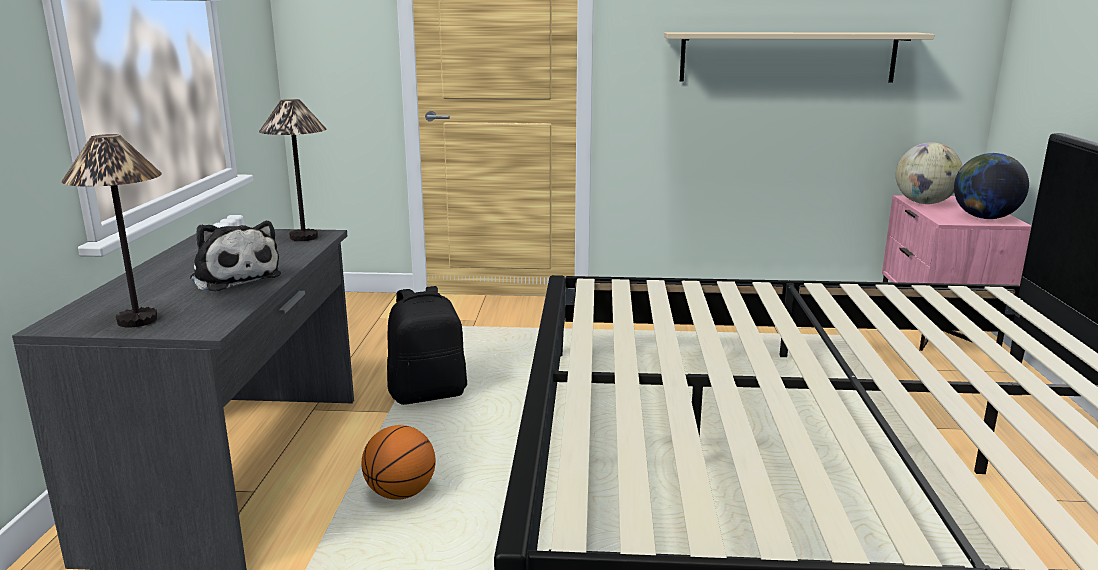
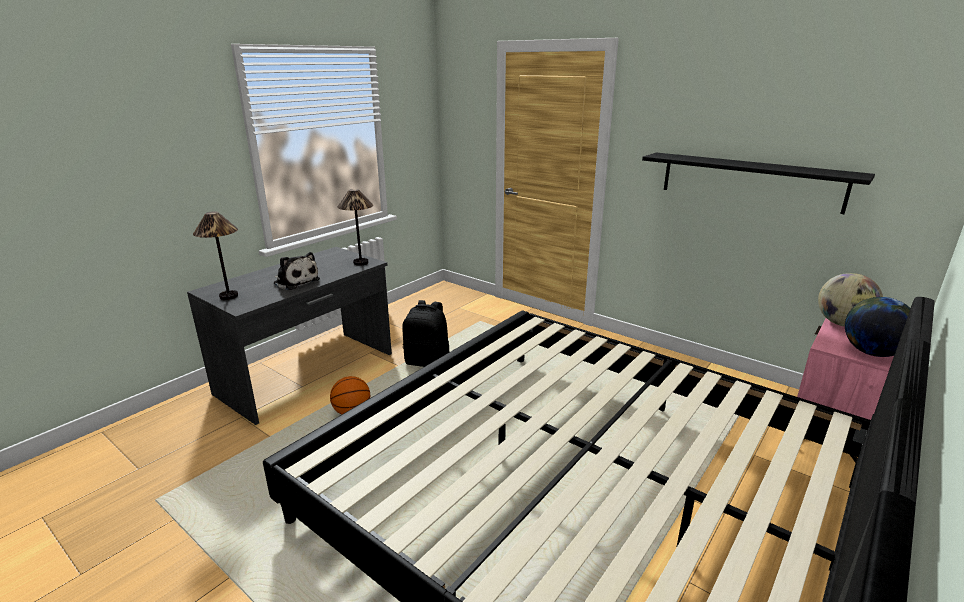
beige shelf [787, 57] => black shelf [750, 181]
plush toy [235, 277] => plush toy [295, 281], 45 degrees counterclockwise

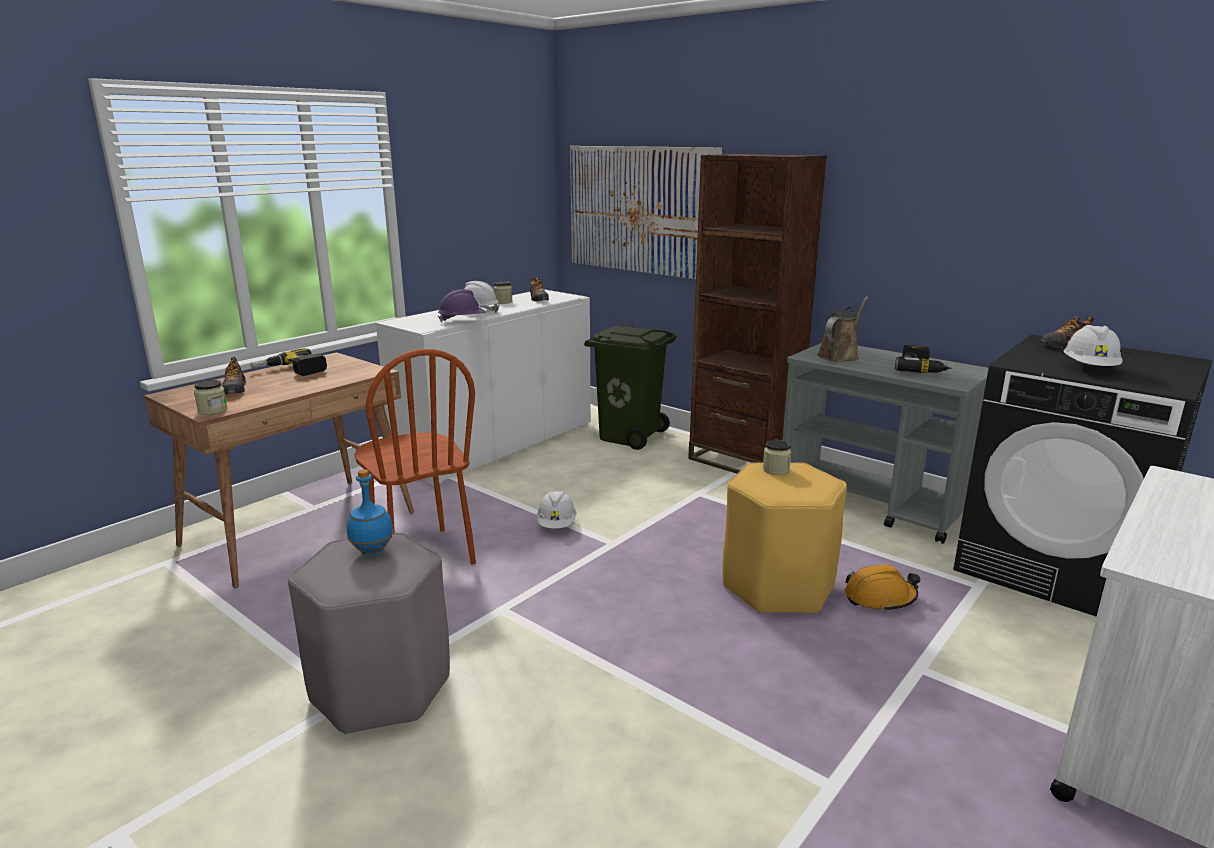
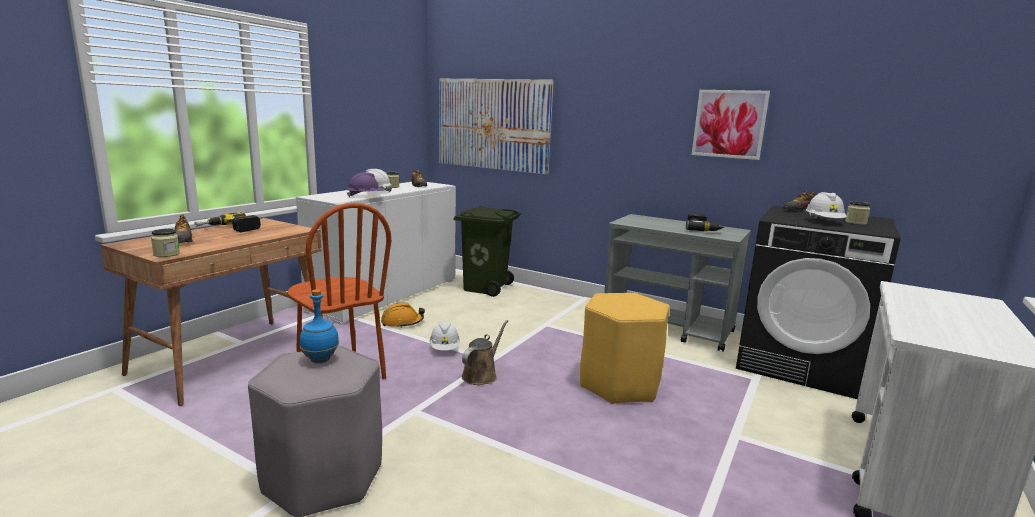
brown bookcase [743, 461] => nothing
nothing => picture [729, 124]
jar [776, 470] => jar [855, 222], moved
brown watering can [840, 355] => brown watering can [481, 375], moved
orange hard hat [880, 598] => orange hard hat [402, 322], moved

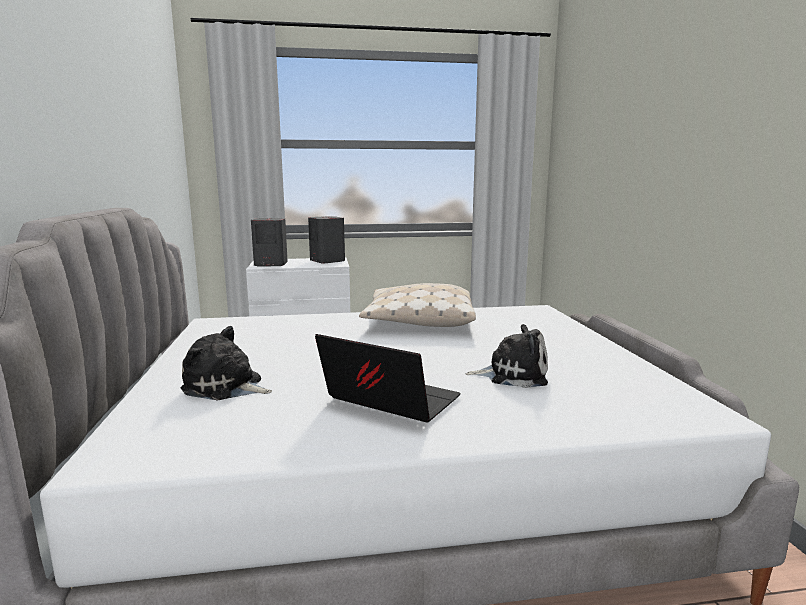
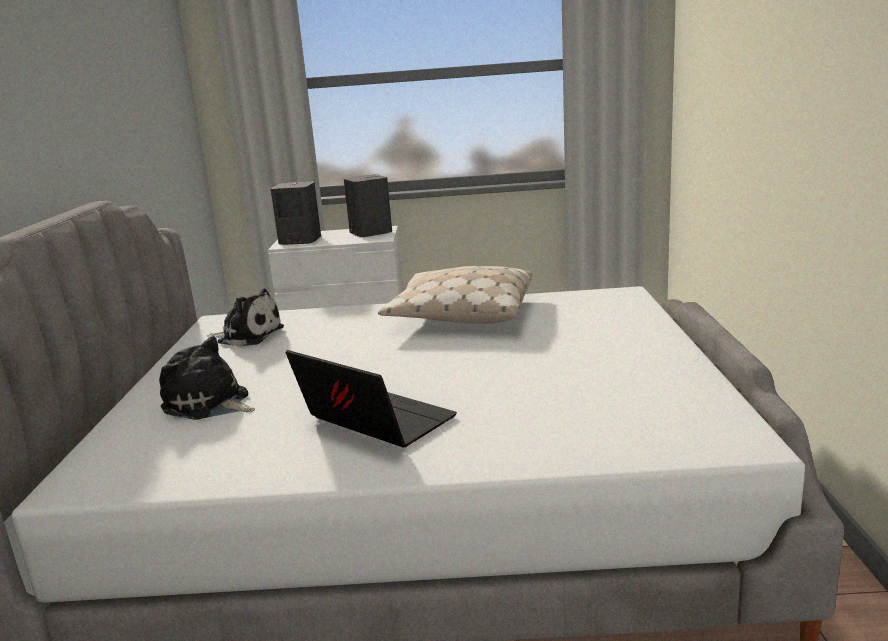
plush toy [513, 374] => plush toy [248, 335], moved

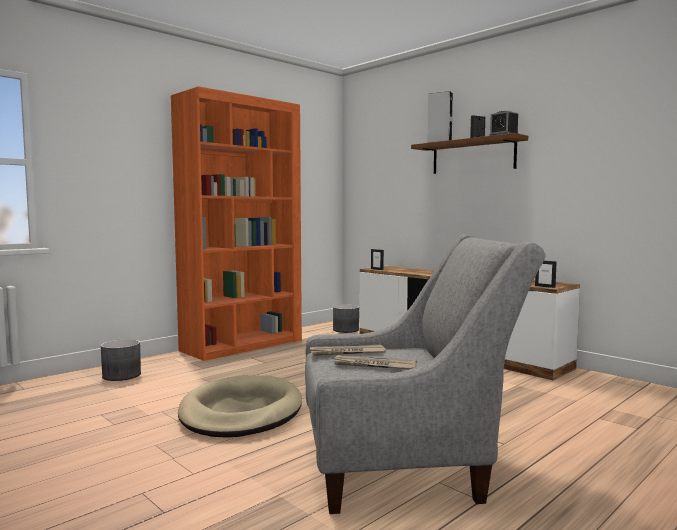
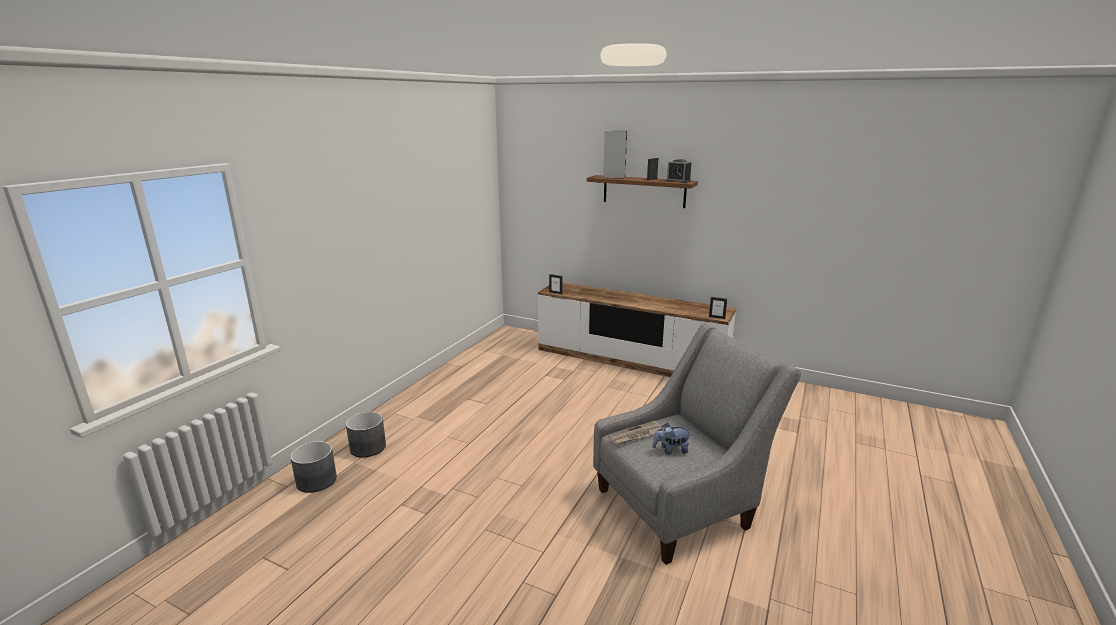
orange bookcase [243, 345] => nothing
beige dog bed [241, 412] => nothing
grey planter [346, 330] => grey planter [317, 480], moved
newspaper [374, 365] => plush toy [670, 450]

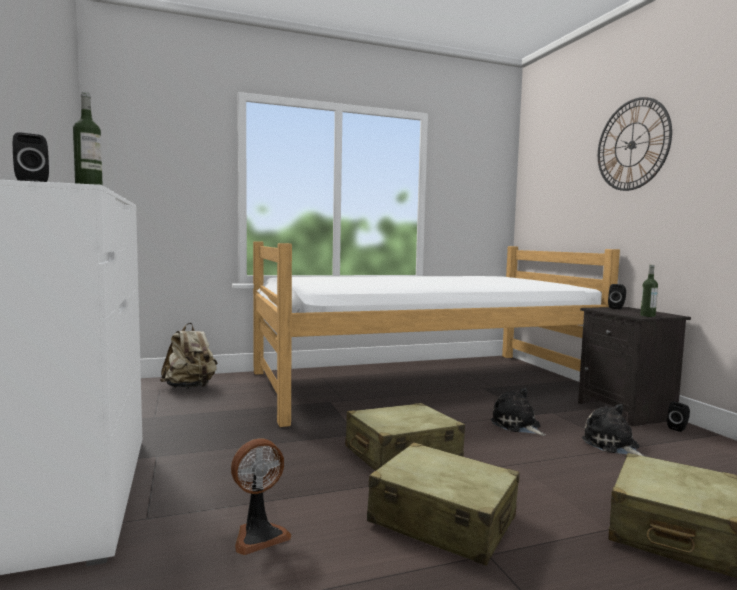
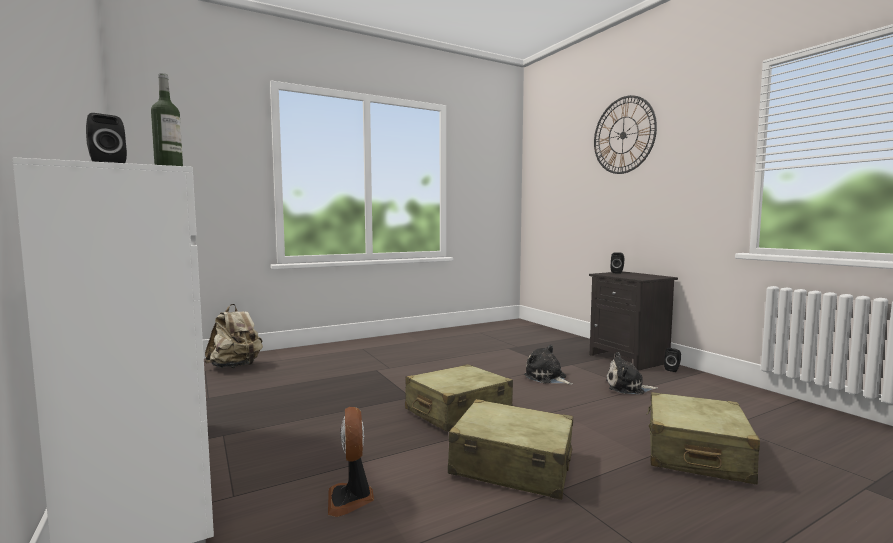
bed [423, 383] => nothing
bottle [647, 316] => nothing
fan [259, 535] => fan [351, 499], 120 degrees clockwise
plush toy [612, 445] => plush toy [627, 387], 45 degrees counterclockwise

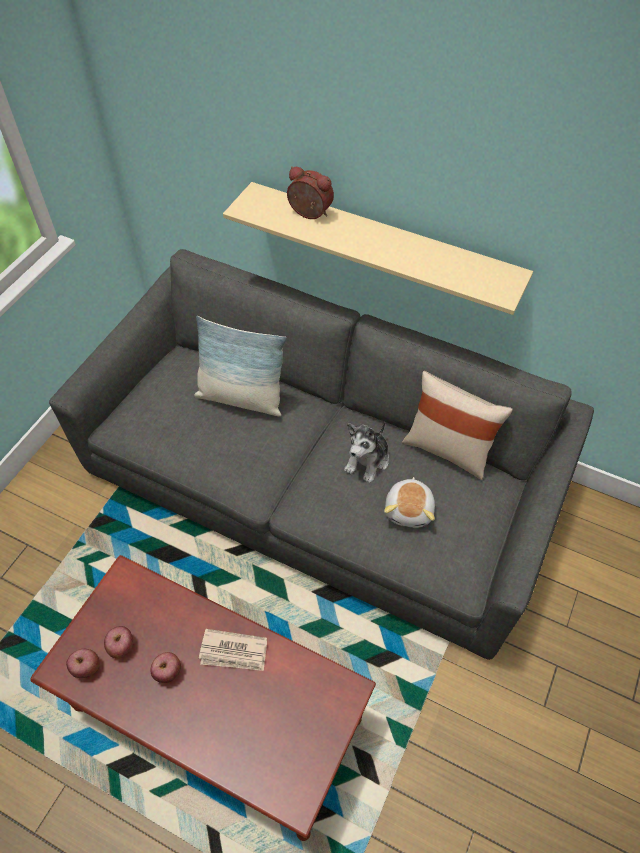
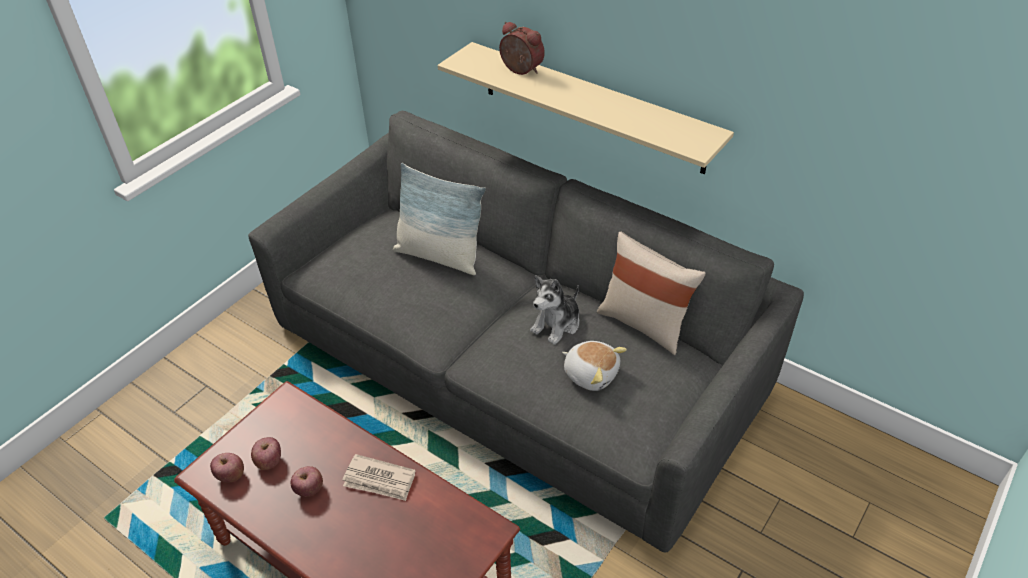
plush toy [410, 510] => plush toy [591, 373], 75 degrees counterclockwise

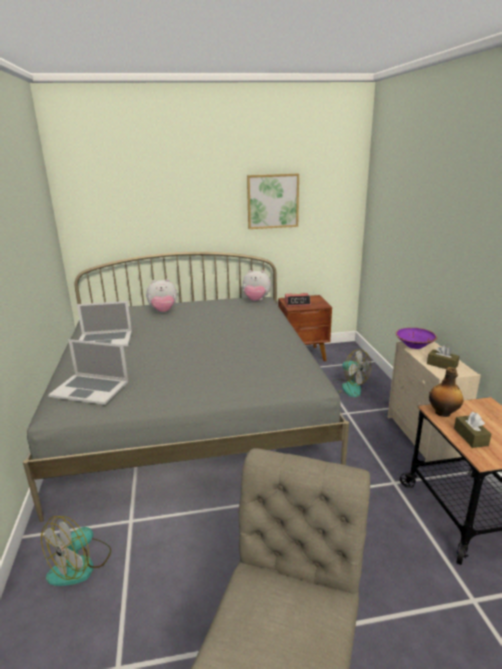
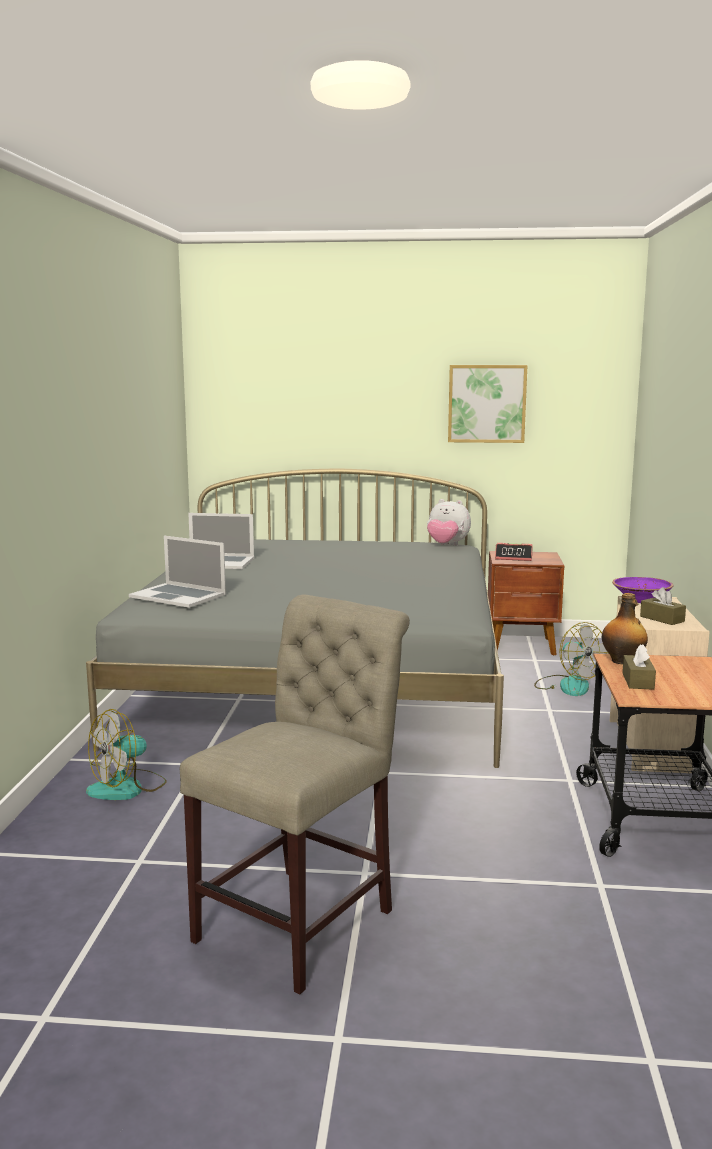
plush toy [163, 311] => nothing

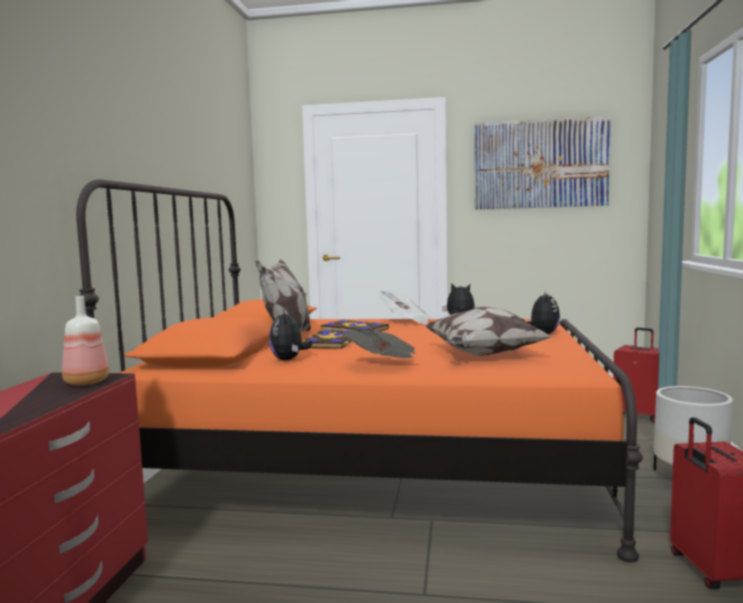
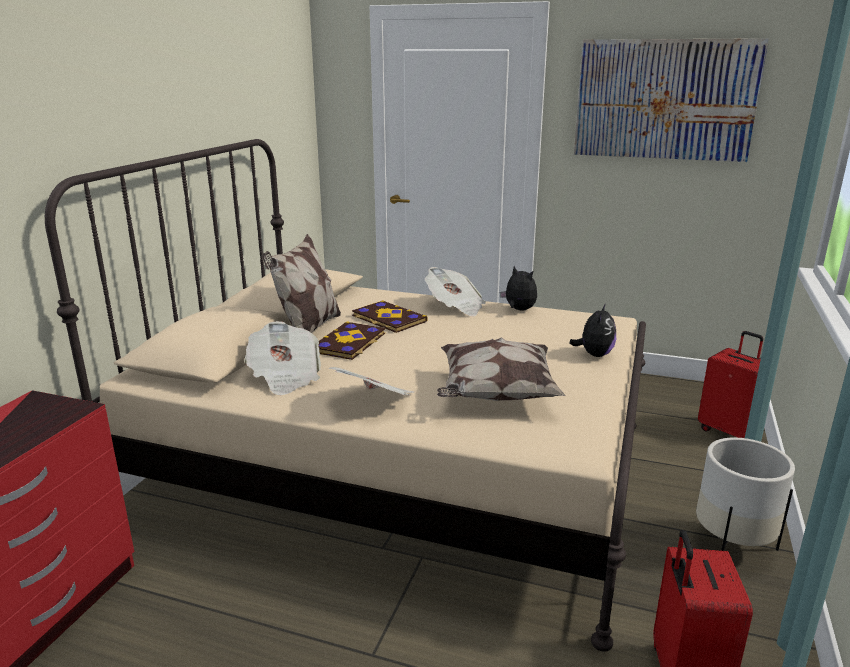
bottle [85, 382] => nothing
plush toy [289, 359] => newspaper [285, 377]
orange bed [377, 464] => beige bed [399, 469]

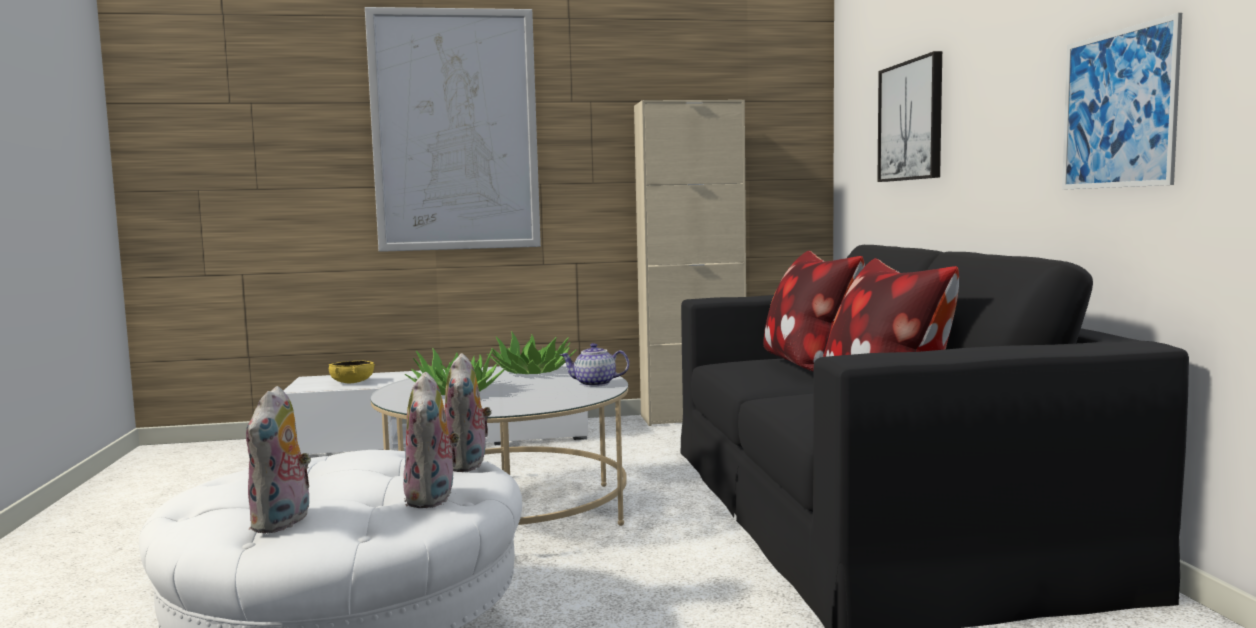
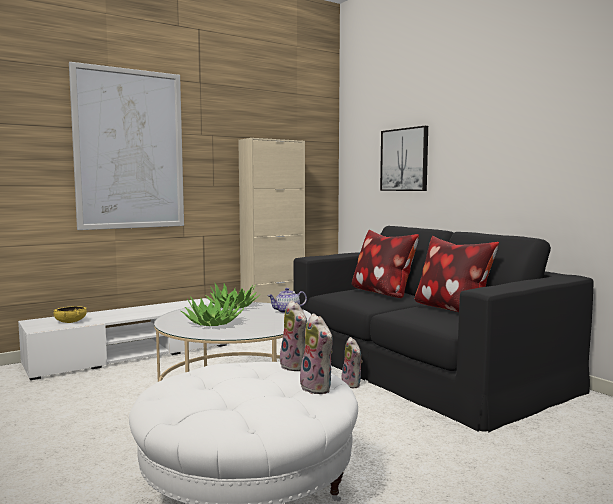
picture [1118, 109] => nothing
plush toy [283, 522] => plush toy [353, 384], moved

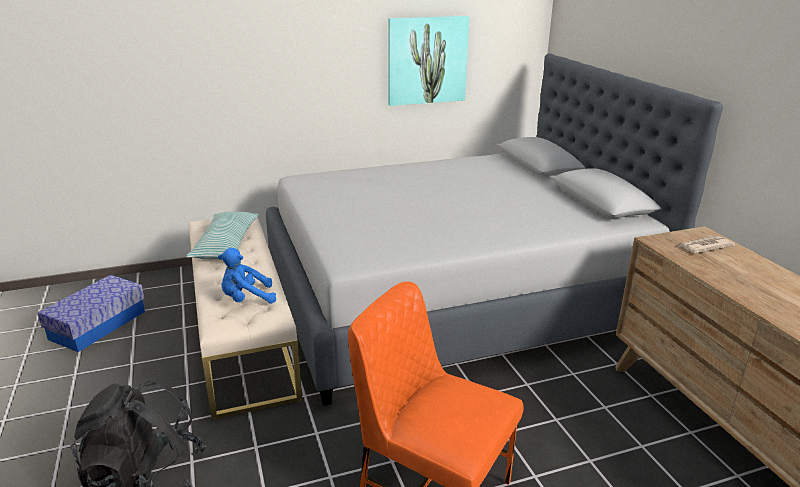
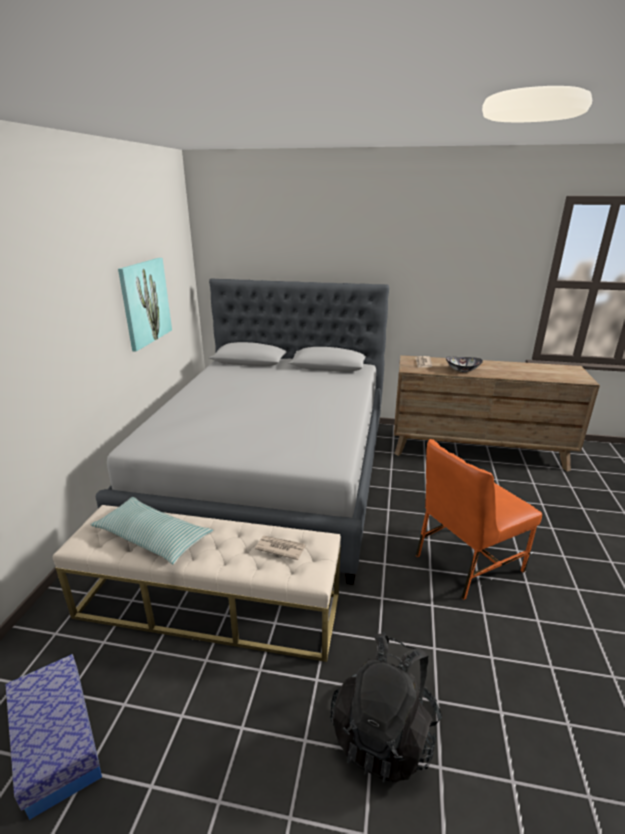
nothing => bowl [462, 370]
blue plush toy [246, 299] => newspaper [280, 548]

